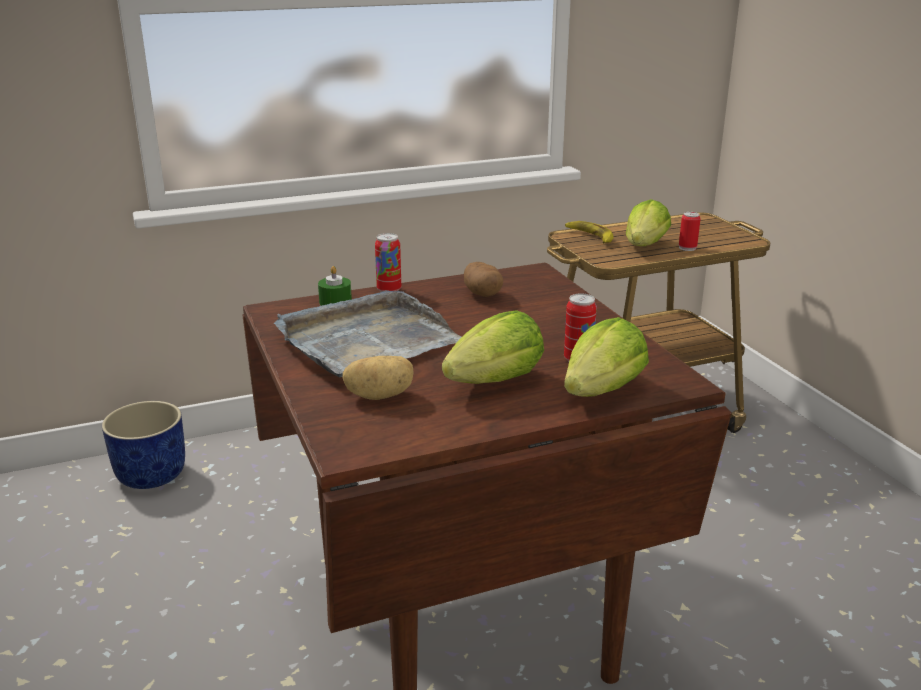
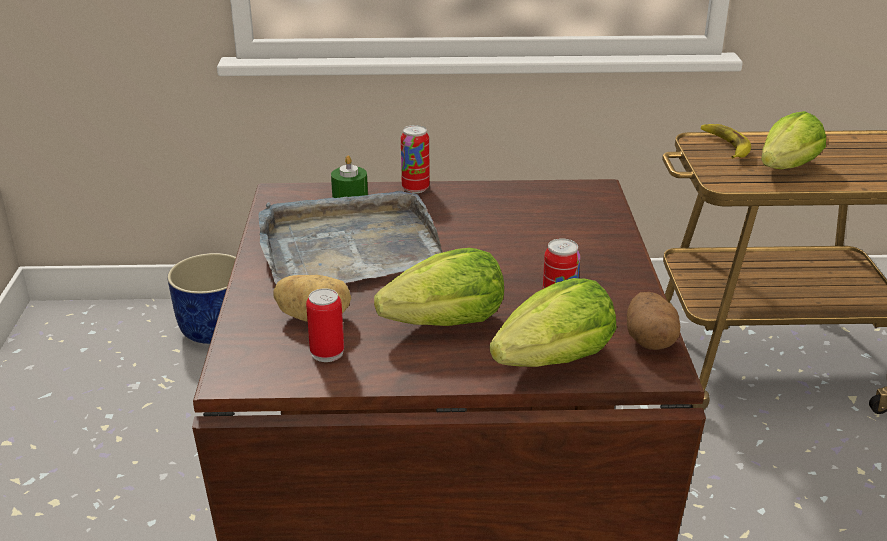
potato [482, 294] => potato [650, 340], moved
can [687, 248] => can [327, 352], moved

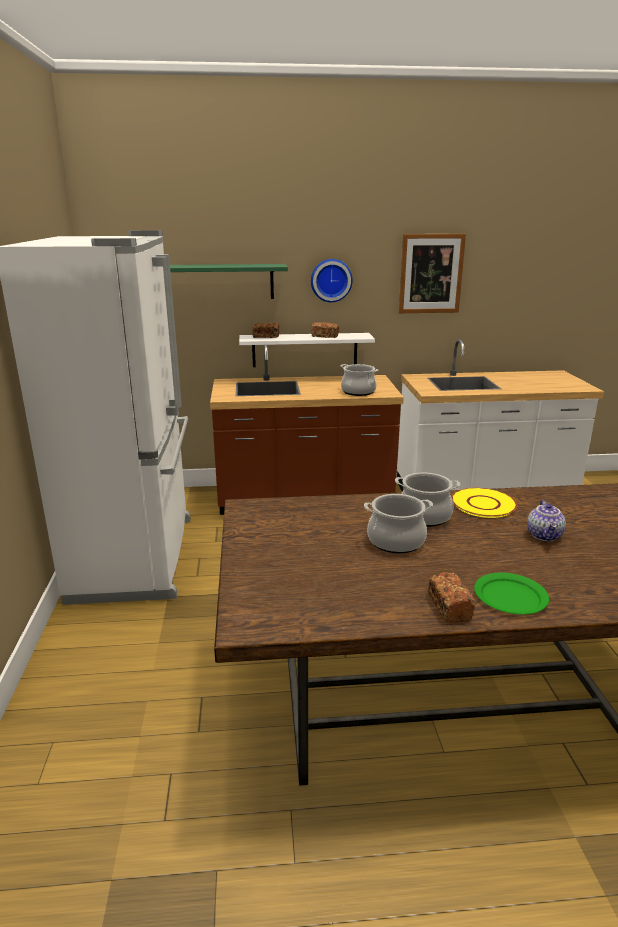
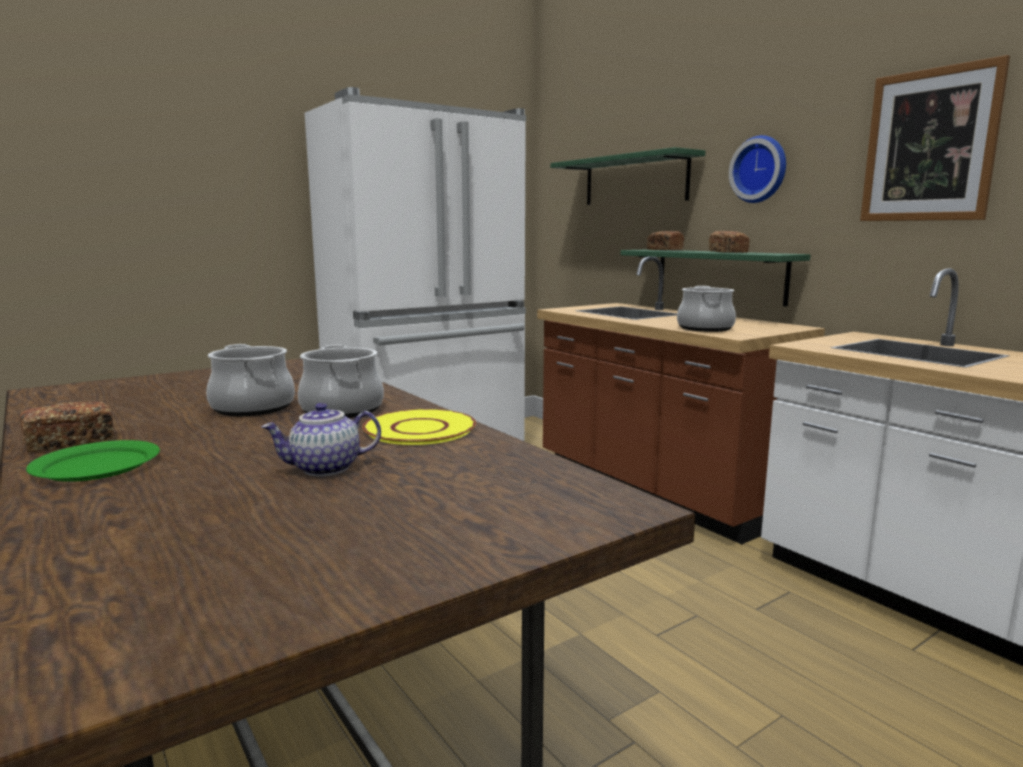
white shelf [305, 349] => green shelf [719, 275]

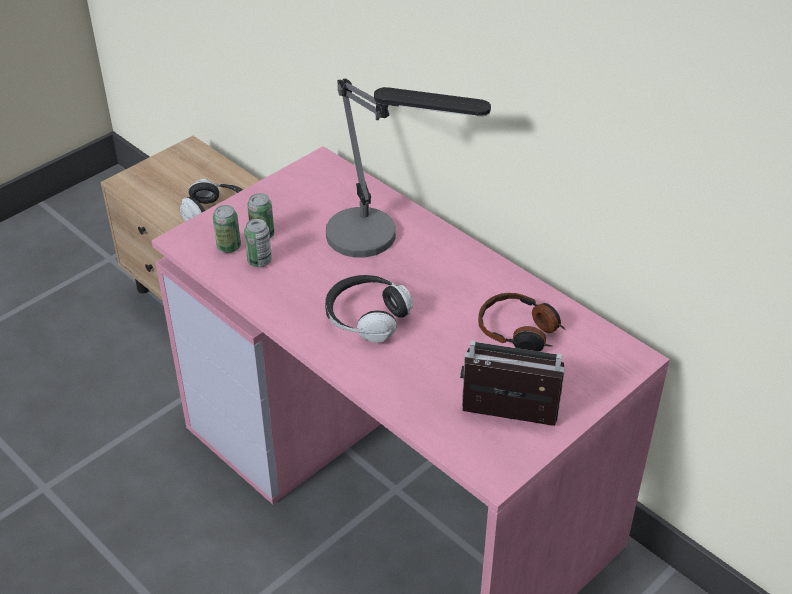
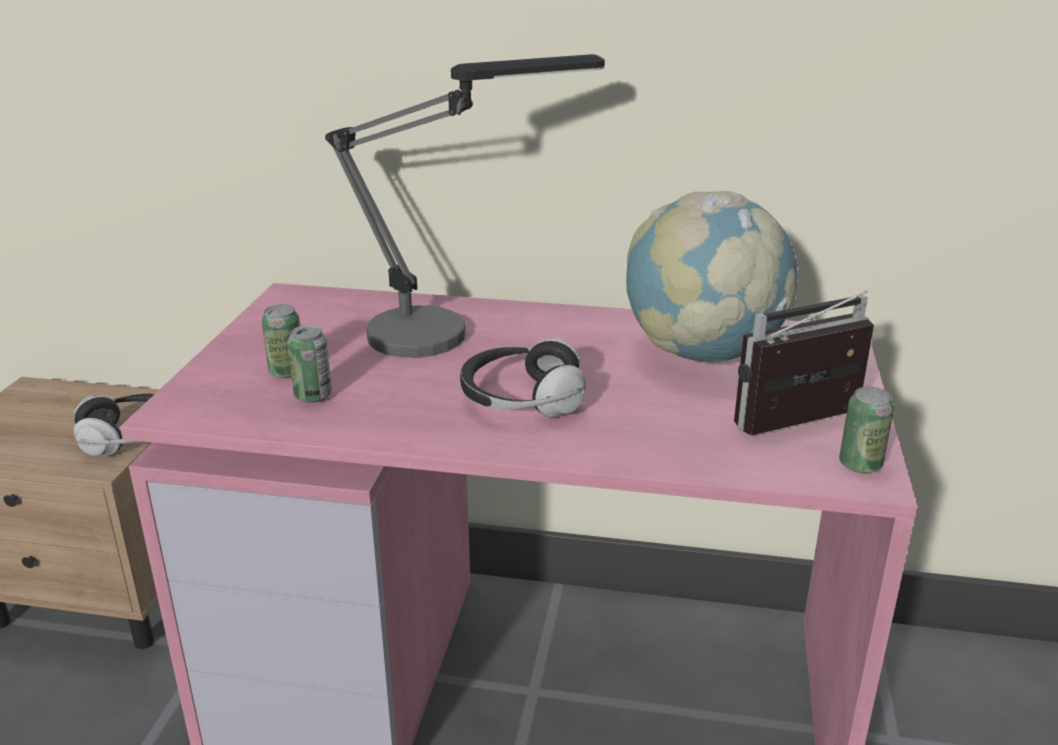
can [229, 247] => can [860, 465], moved
headphones [519, 331] => globe [703, 353]

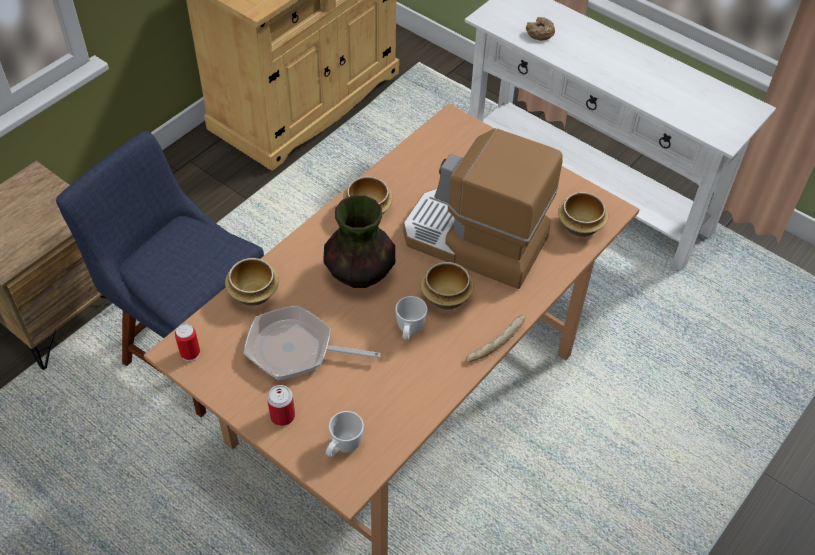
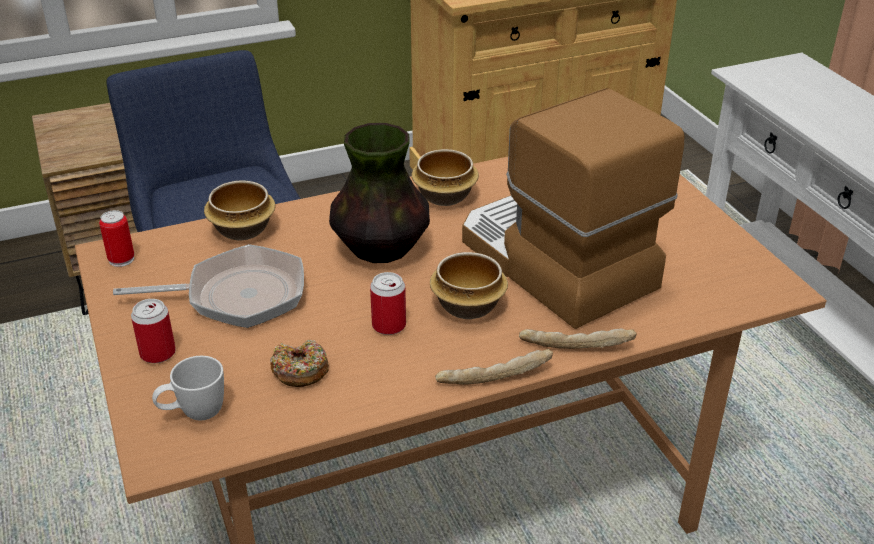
bowl [581, 226] => nothing
nothing => bread [576, 344]
donut [540, 33] => donut [300, 371], moved
white mug [409, 332] => can [389, 325]
frying pan [296, 349] => frying pan [237, 295], 135 degrees clockwise

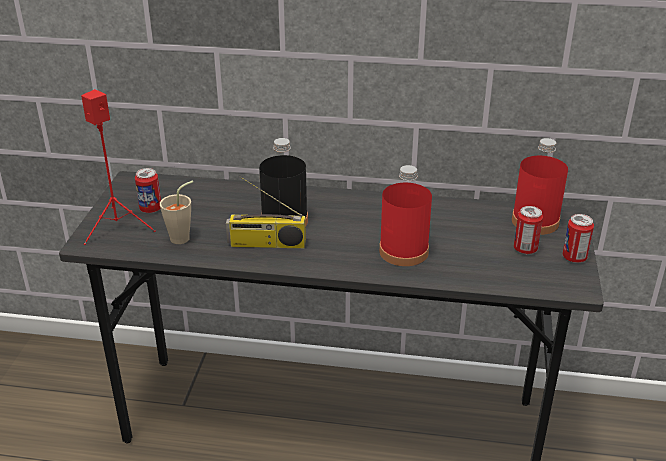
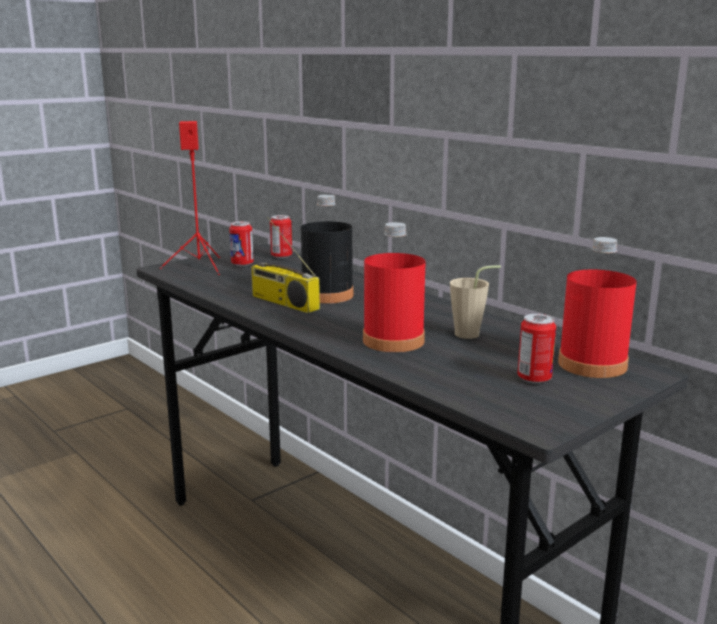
beige cup [184, 237] => beige cup [472, 334], moved
can [574, 258] => can [281, 256], moved

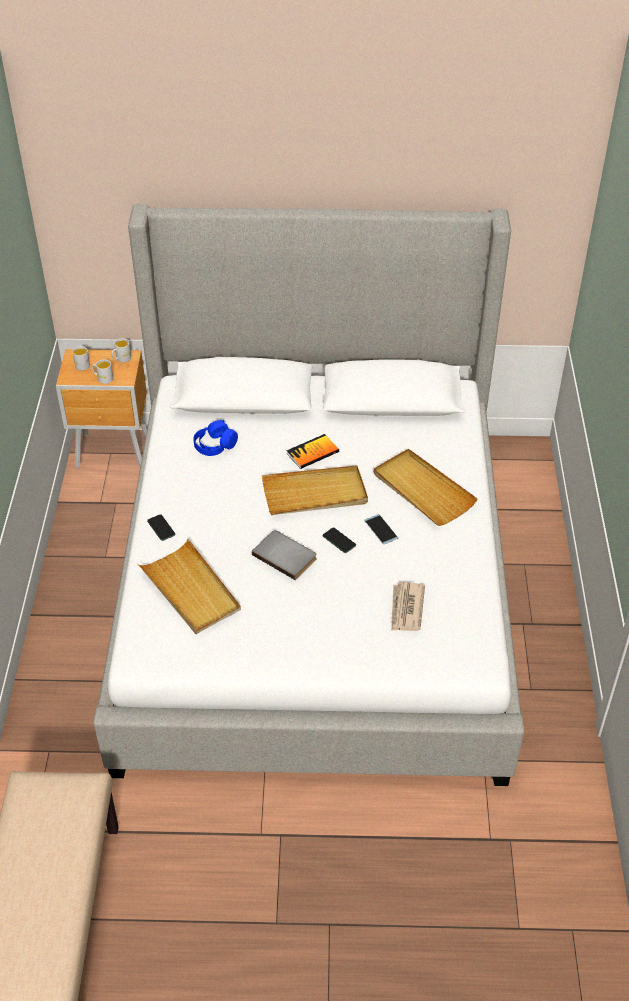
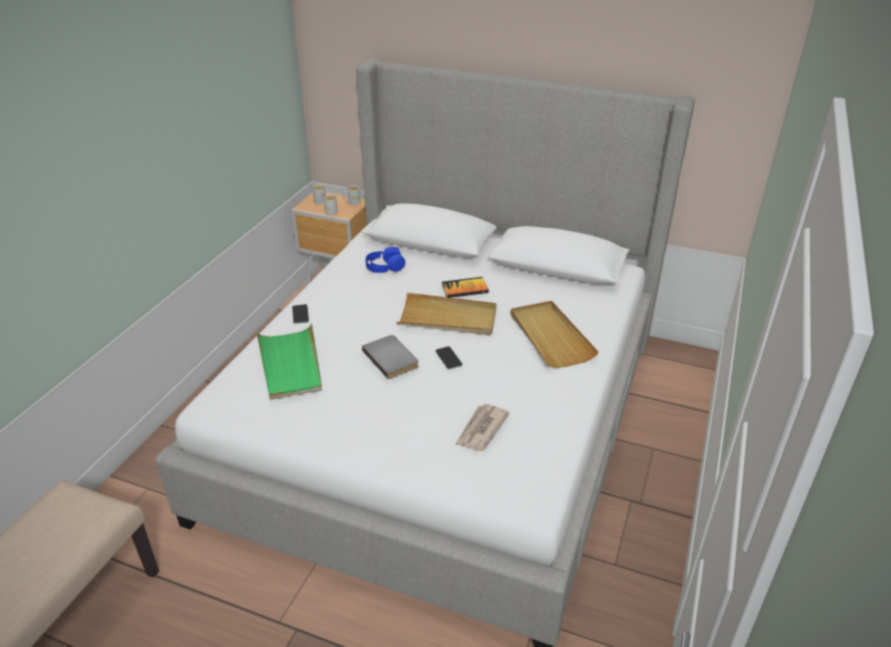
phone [381, 529] => nothing
beige tray [191, 590] => green tray [290, 364]

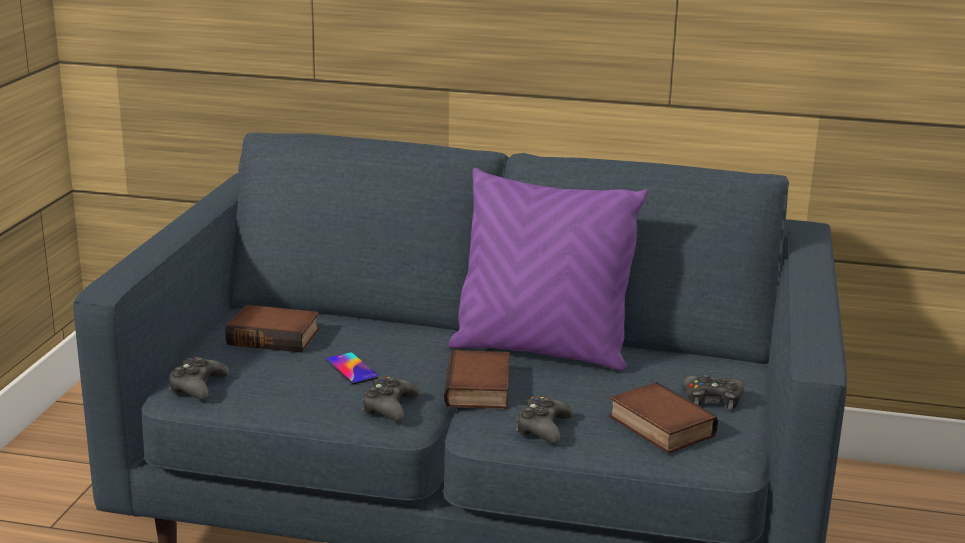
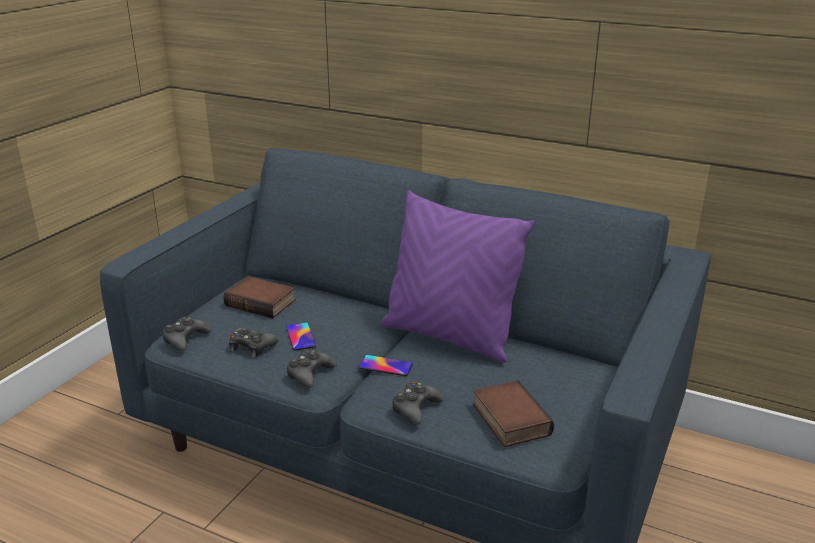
black game controller [712, 399] => black game controller [252, 347], moved
book [480, 389] => phone [386, 366]

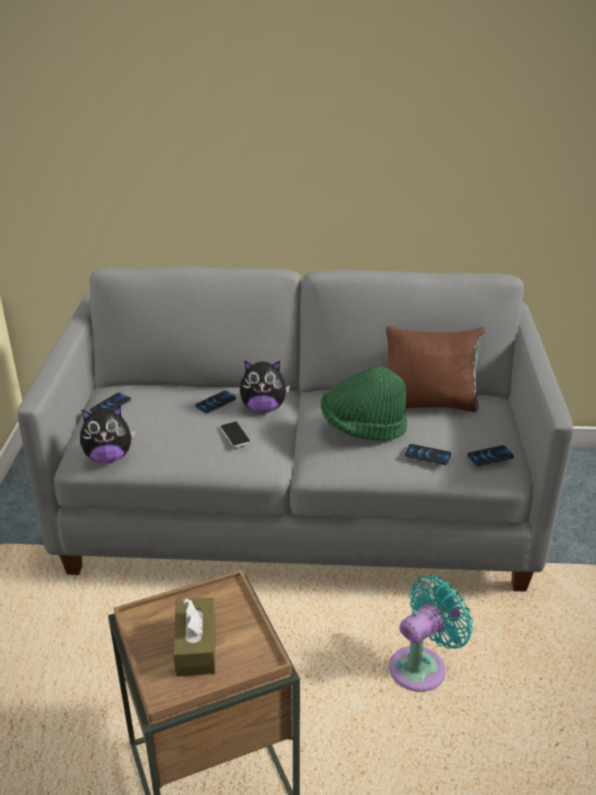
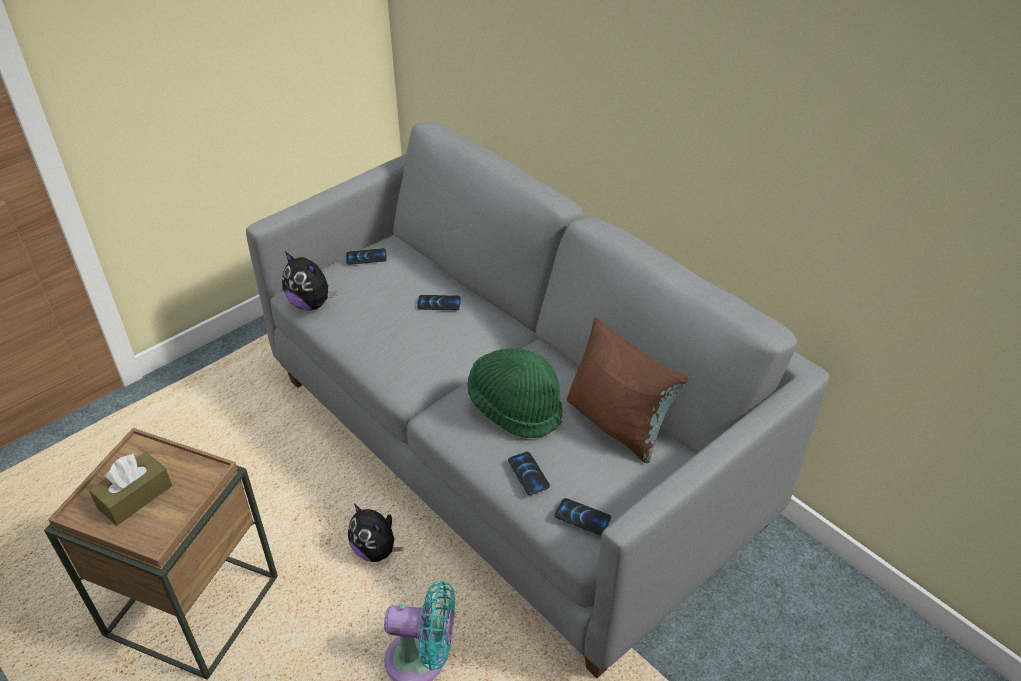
phone [235, 435] => nothing
plush toy [263, 408] => plush toy [376, 550], moved

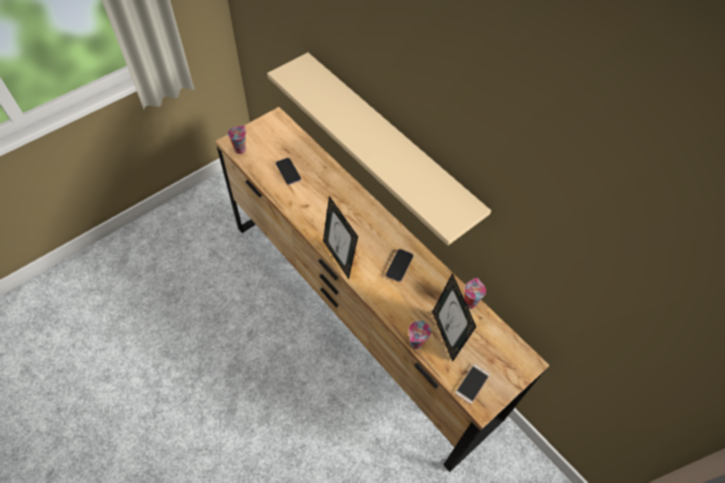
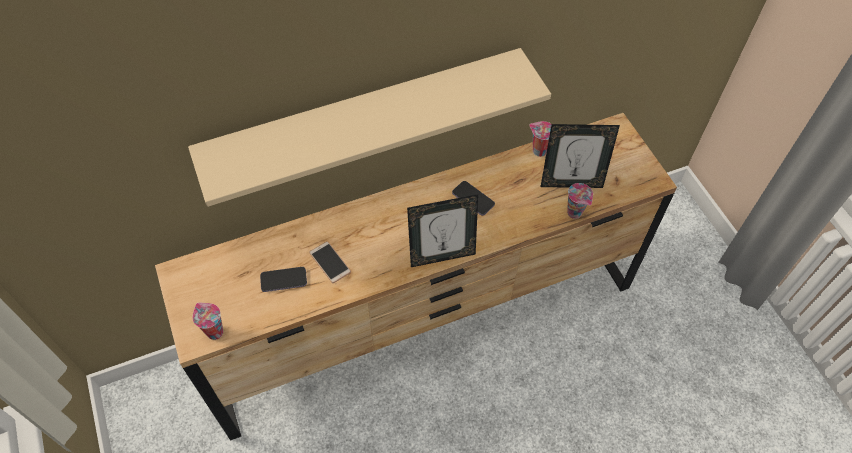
phone [472, 384] => phone [330, 262], moved

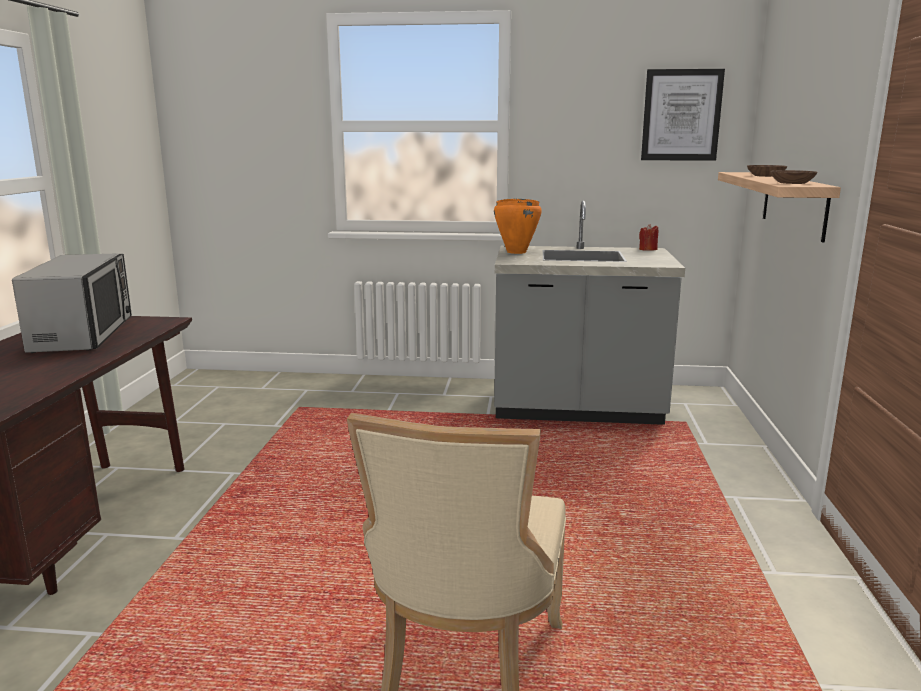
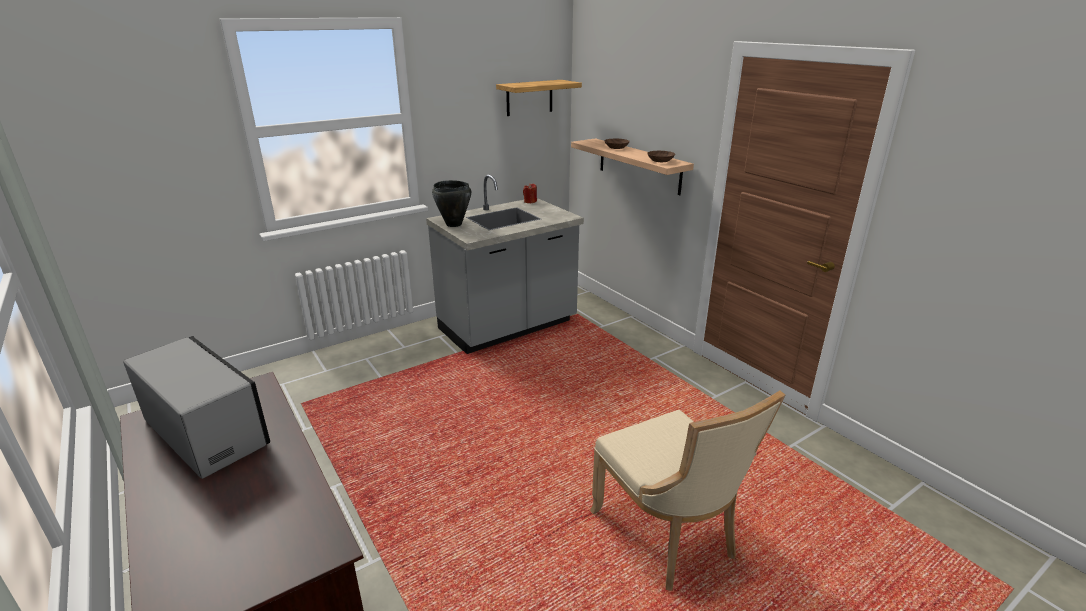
picture [681, 115] => shelf [529, 97]
orange cooking pot [516, 252] => black cooking pot [454, 224]

